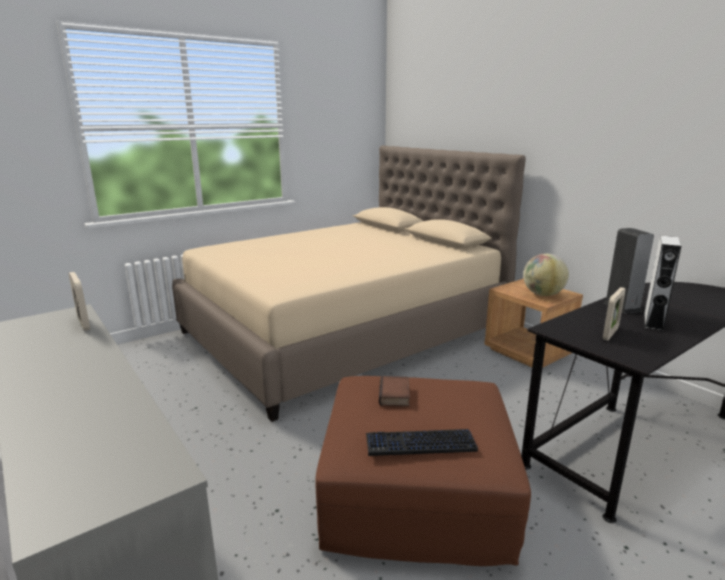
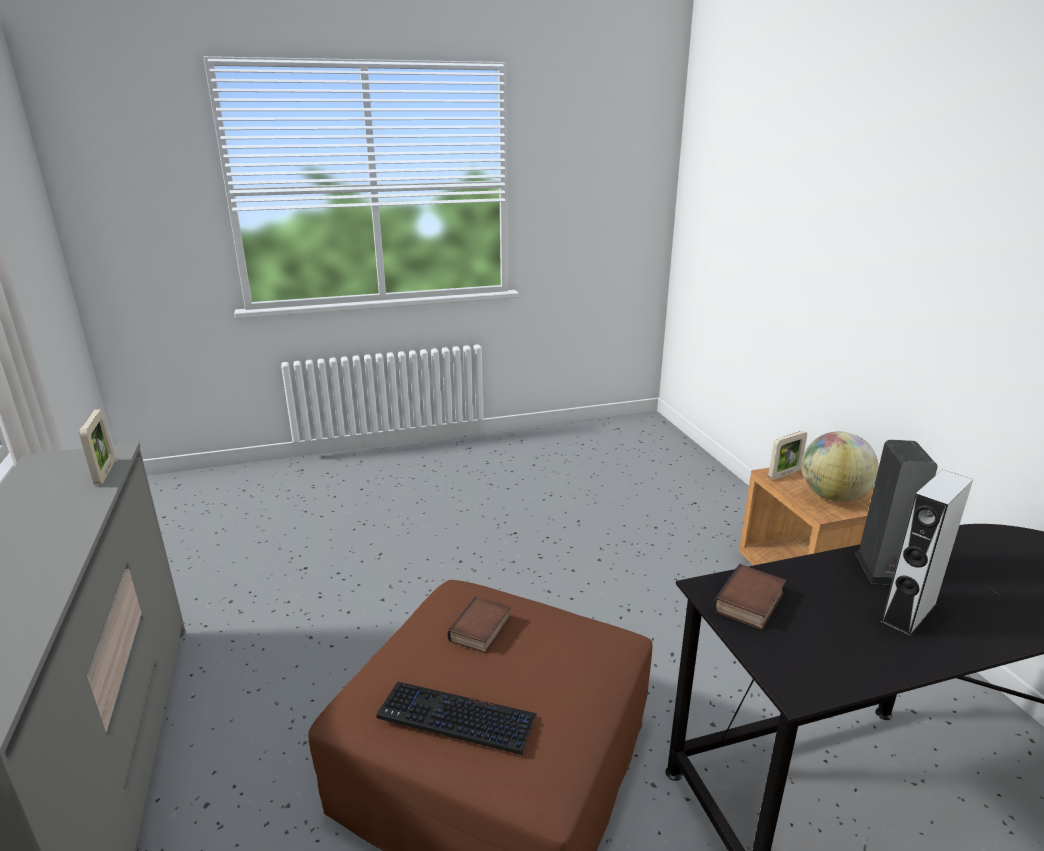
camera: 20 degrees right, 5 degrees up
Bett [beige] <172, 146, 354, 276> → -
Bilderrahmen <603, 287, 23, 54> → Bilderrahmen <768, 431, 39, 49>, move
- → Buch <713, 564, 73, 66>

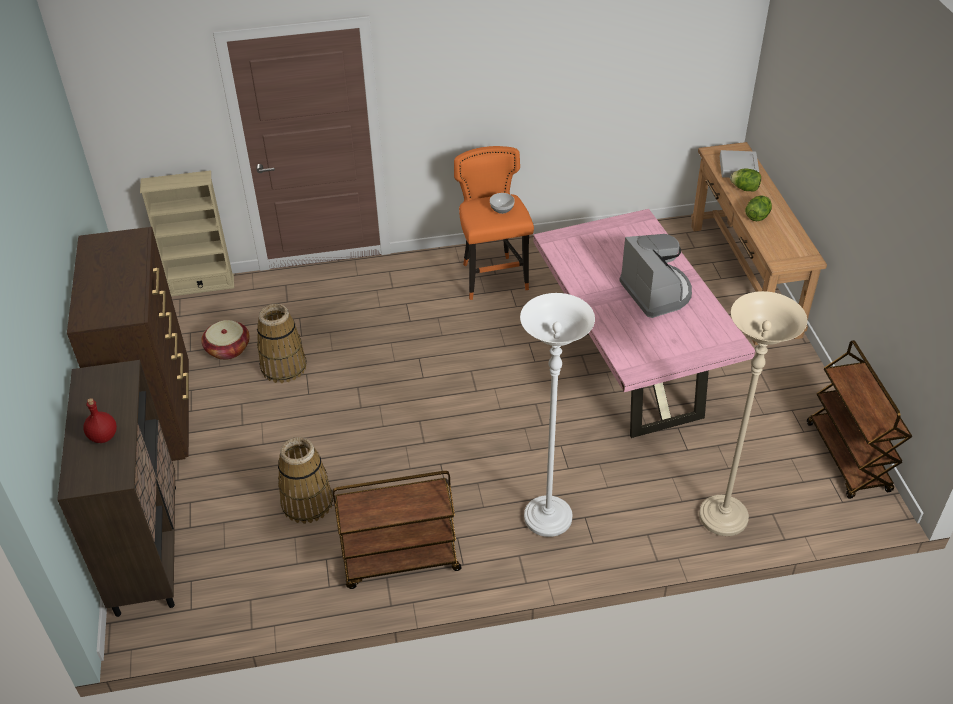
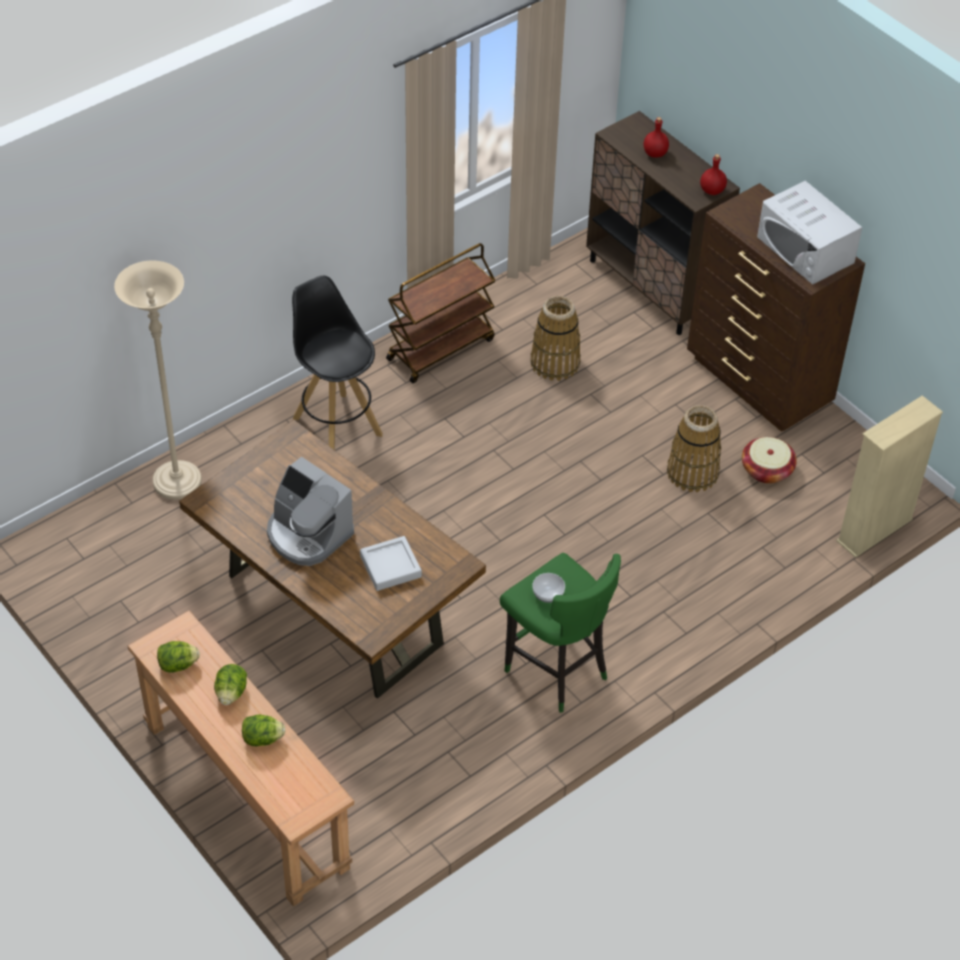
camera: 150 degrees right, 5 degrees up
Hocker [orange] <454, 146, 80, 154> → Hocker [grün] <500, 553, 121, 160>
Tablett [grau] <720, 150, 39, 28> → Tablett [grau] <360, 536, 62, 55>, move
Esstisch [rosa] <533, 209, 222, 229> → Esstisch [braun] <179, 420, 307, 279>
Stehlampe [weiß] <520, 293, 75, 244> → Hocker [schwarz] <292, 276, 91, 174>
Rollwagen [braun] <807, 340, 105, 159> → -
- → Flasche [rot] <700, 154, 27, 41>
- → Mikrowelle [weiß] <757, 181, 105, 104>
- → Salatkopf <157, 641, 43, 32>

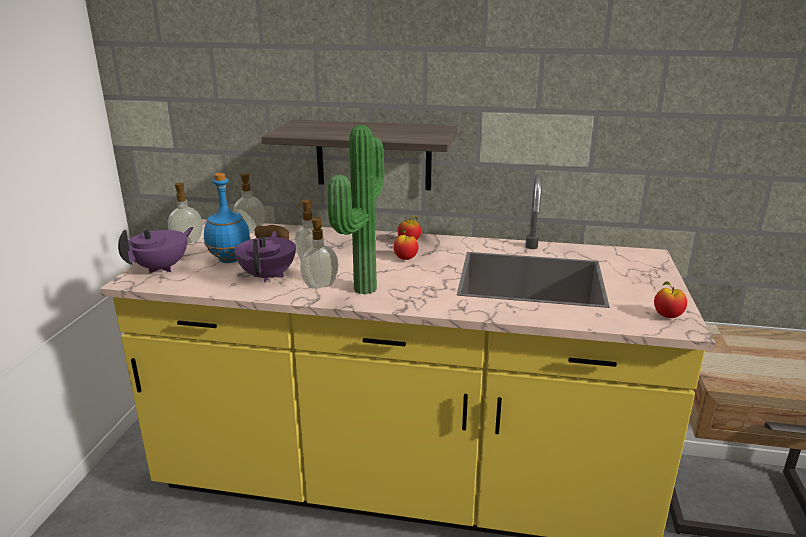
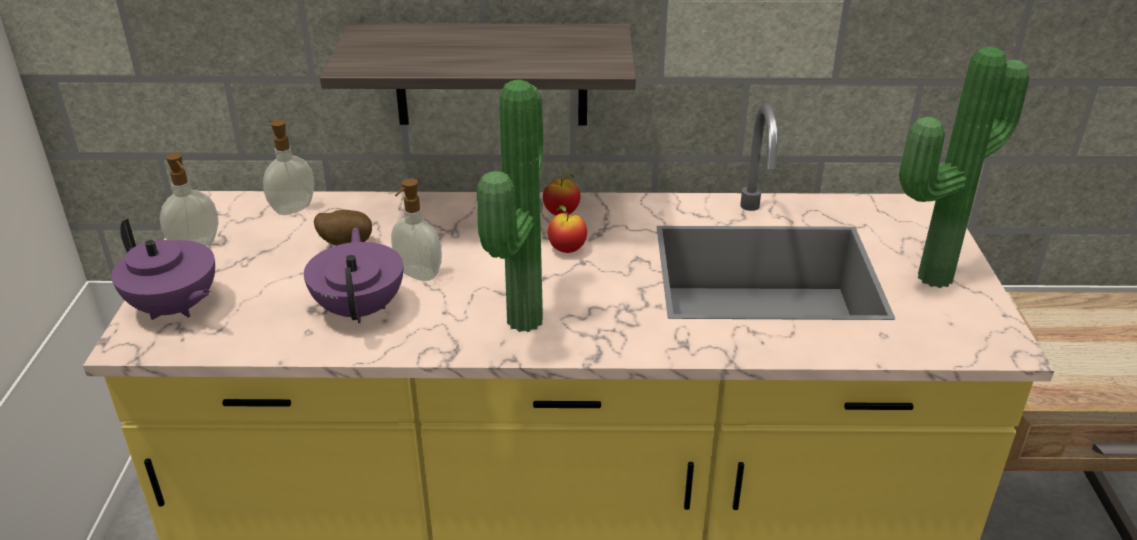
camera: 10 degrees left, 10 degrees up
Flasche [blau] <204, 173, 47, 90> → -
Seifenspender <300, 217, 38, 72> → -
Teekanne [lila] <118, 227, 76, 46> → Teekanne [lila] <111, 219, 104, 101>, 105 degrees clockwise
Apfel <654, 281, 33, 37> → -
- → Topfpflanze <899, 46, 131, 242>

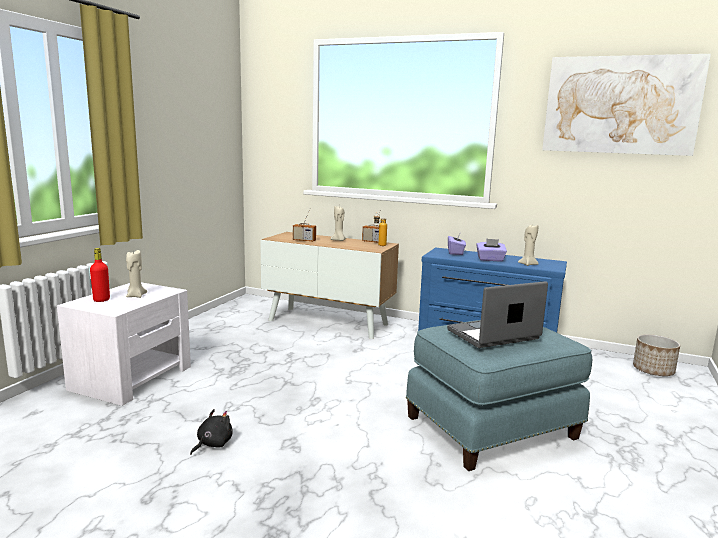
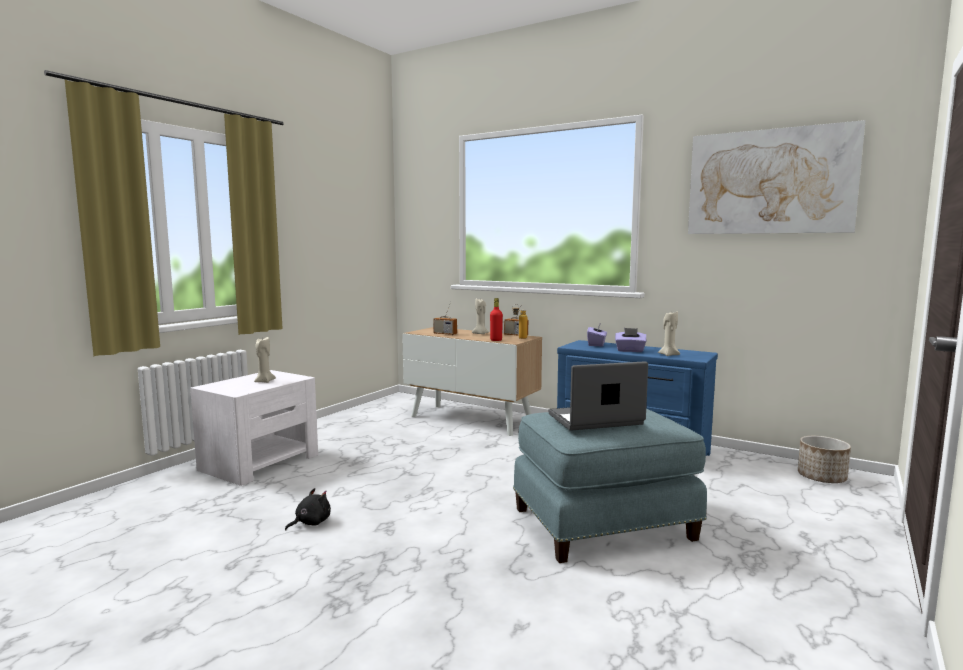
camera: 10 degrees right, 5 degrees down
Flasche [rot] <90, 248, 20, 54> → Flasche [rot] <490, 298, 13, 43>, move

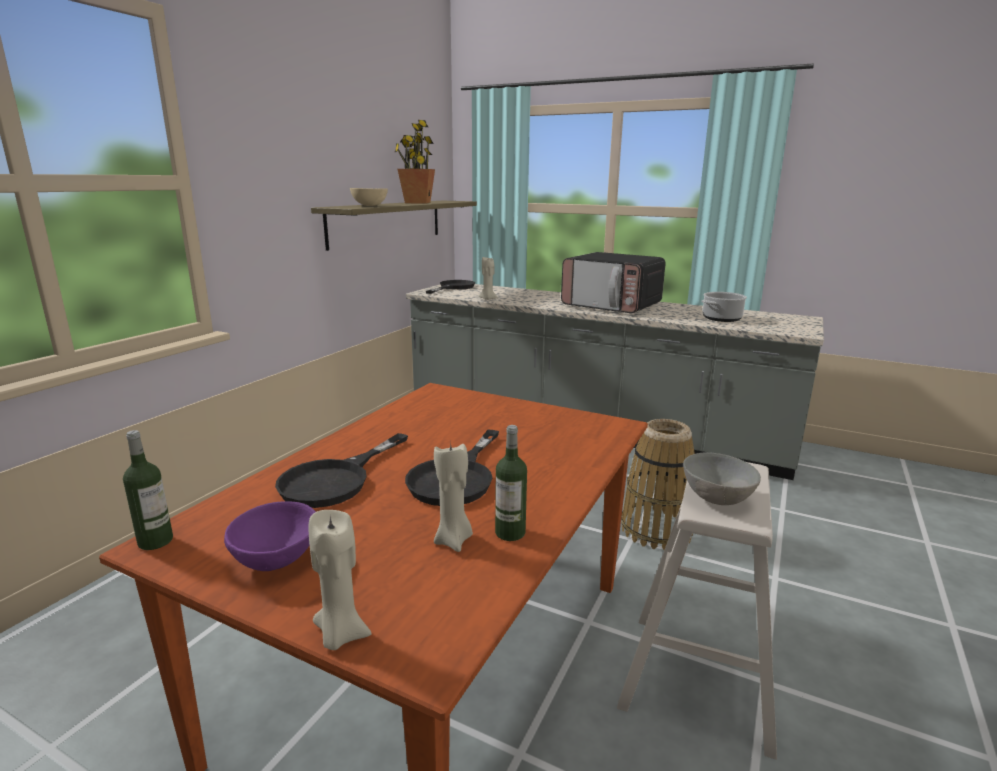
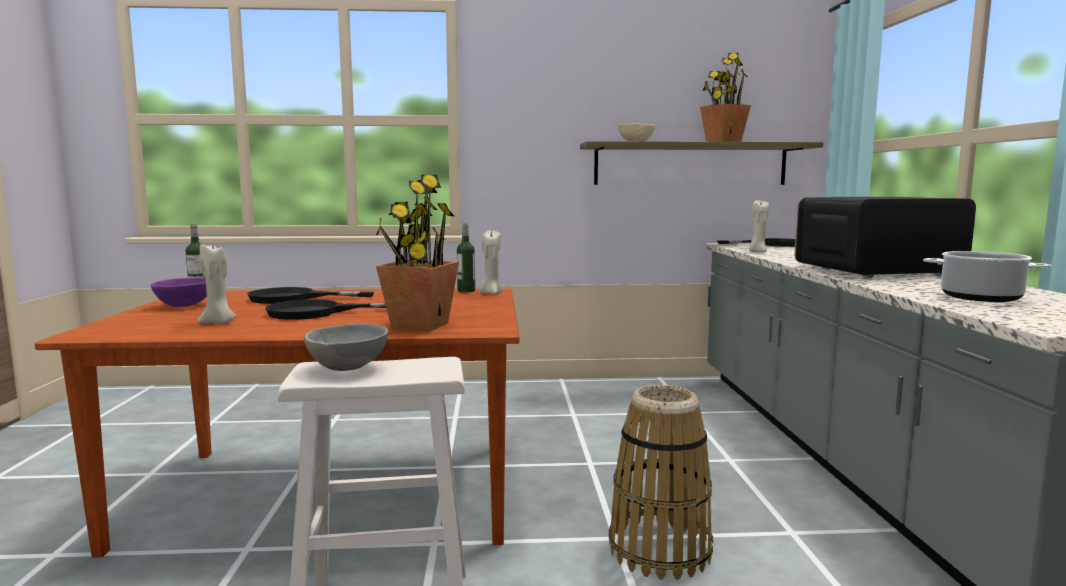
camera: 60 degrees right, 10 degrees down
Mikrowelle <561, 252, 105, 61> → Mikrowelle <795, 197, 181, 81>, 75 degrees clockwise
Flasche <495, 425, 32, 116> → Flasche <457, 223, 18, 70>, move
Kerze [beige] <309, 510, 63, 140> → Kerze [beige] <480, 231, 23, 63>, move
- → Topfpflanze <376, 174, 83, 157>

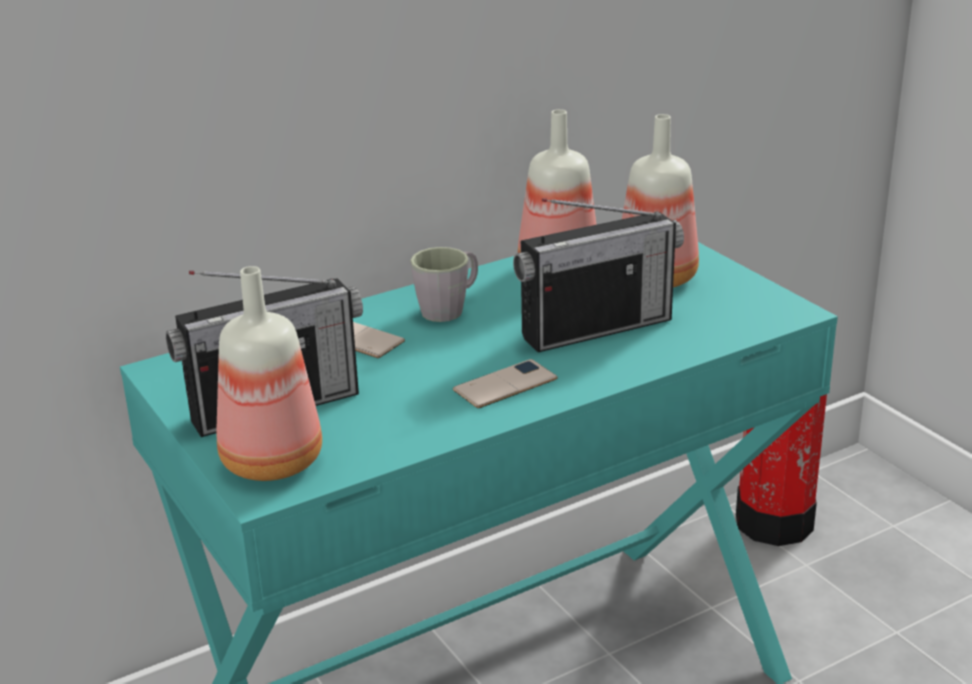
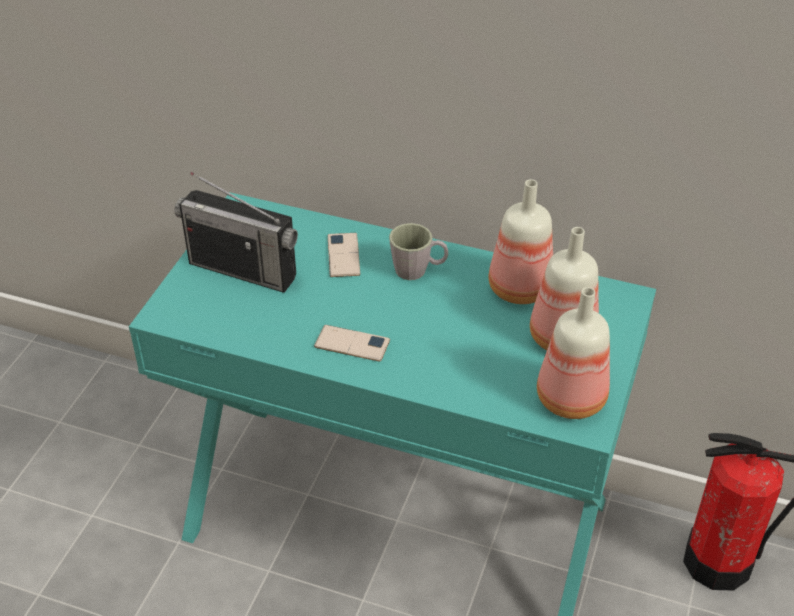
camera: 50 degrees right, 15 degrees up
Radio <513, 198, 171, 154> → -
Flasche <217, 266, 105, 215> → Flasche <537, 287, 73, 132>, move

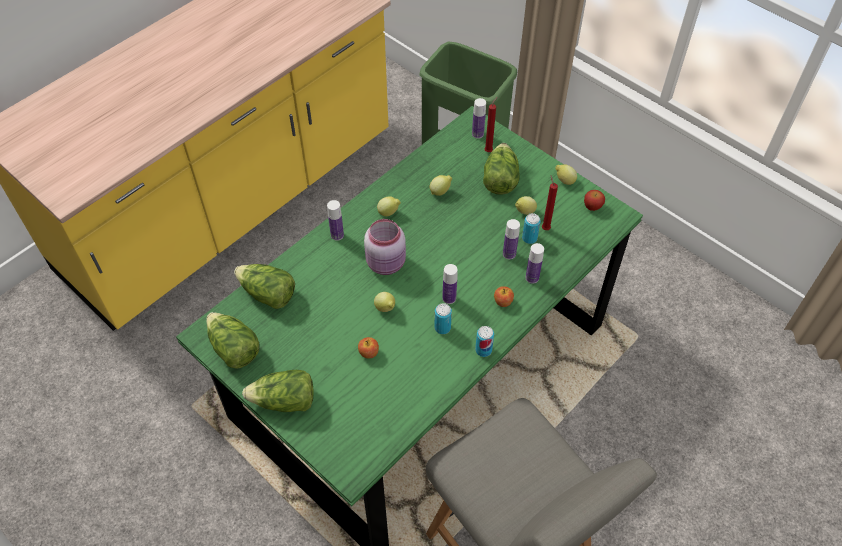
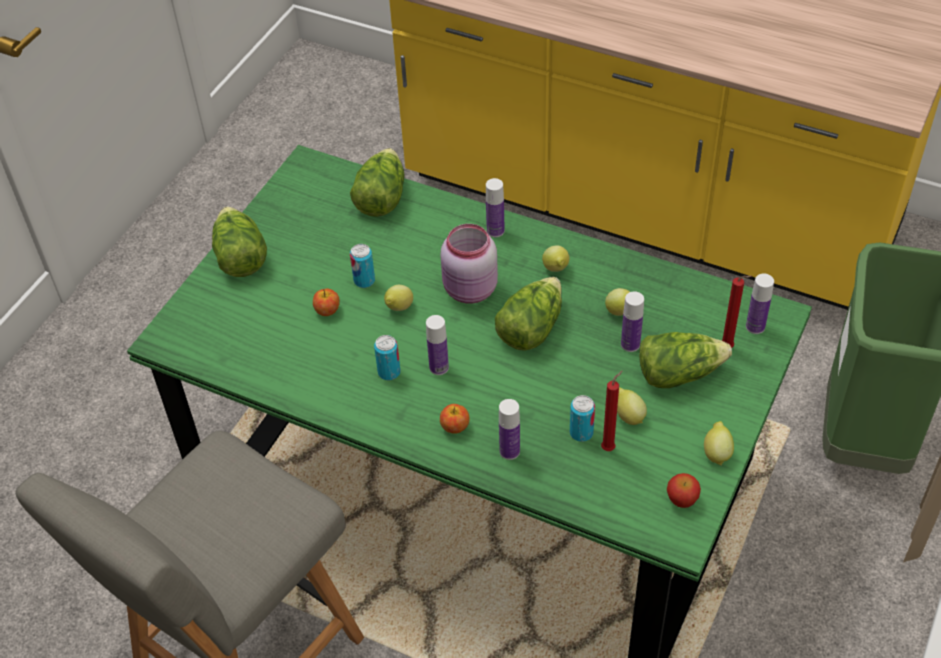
camera: 75 degrees right, 5 degrees down
Flasche <503, 219, 17, 41> → Flasche <621, 291, 23, 61>, move
Salatkopf <207, 312, 53, 57> → Salatkopf <495, 277, 67, 74>, move
Dose <475, 326, 19, 31> → Dose <350, 244, 25, 44>, move

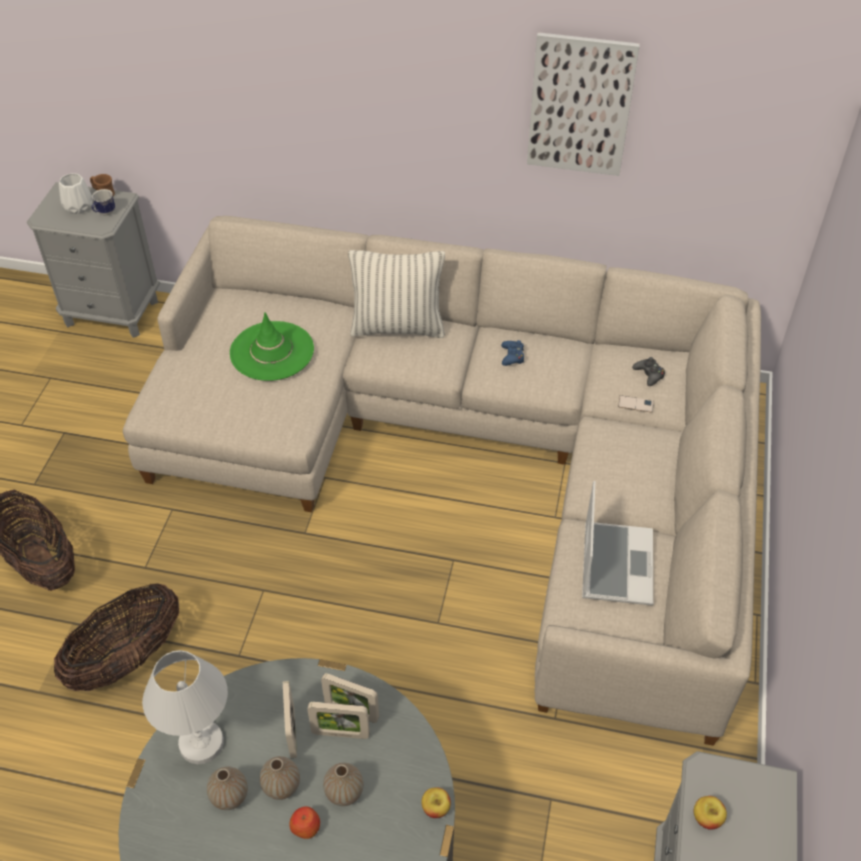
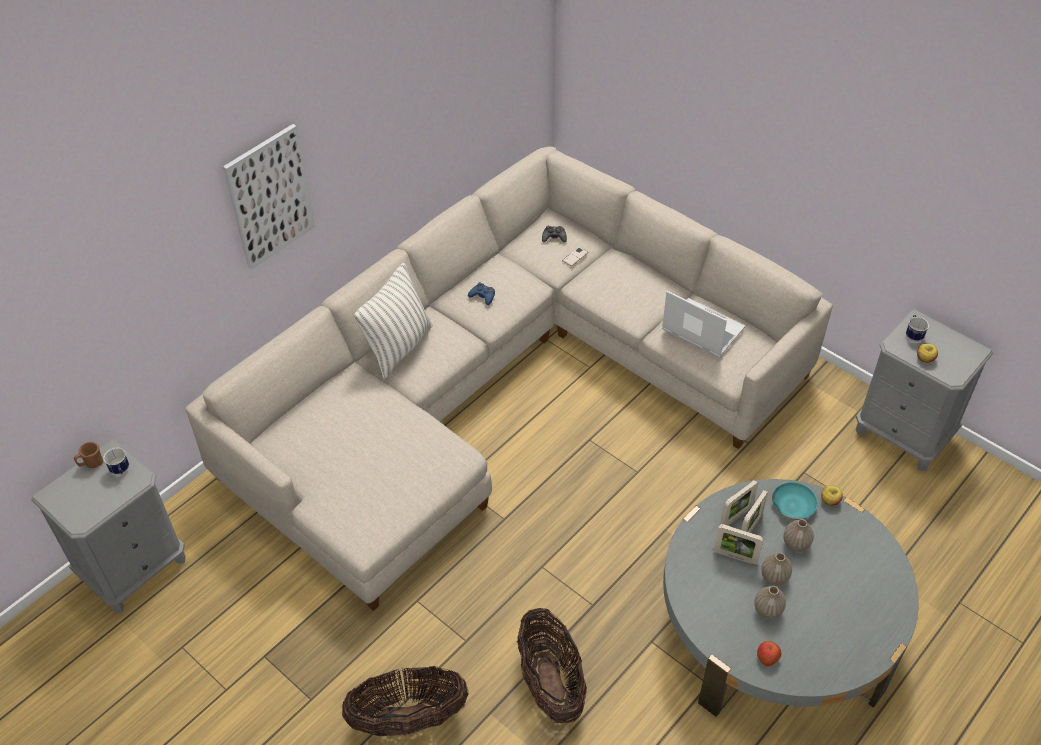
camera: 60 degrees left, 0 degrees up
Bild <527, 32, 113, 144> → Bild <223, 124, 92, 146>, move
Vase [weiß] <59, 173, 34, 41> → -
Hut [grün] <230, 313, 84, 68> → -
Tischlampe [weiß] <142, 650, 86, 114> → -
Apfel <289, 807, 31, 32> → Apfel <757, 641, 24, 25>, move
- → Henkelbecher <906, 315, 23, 27>
- → Schüssel [türkis] <772, 482, 46, 38>

